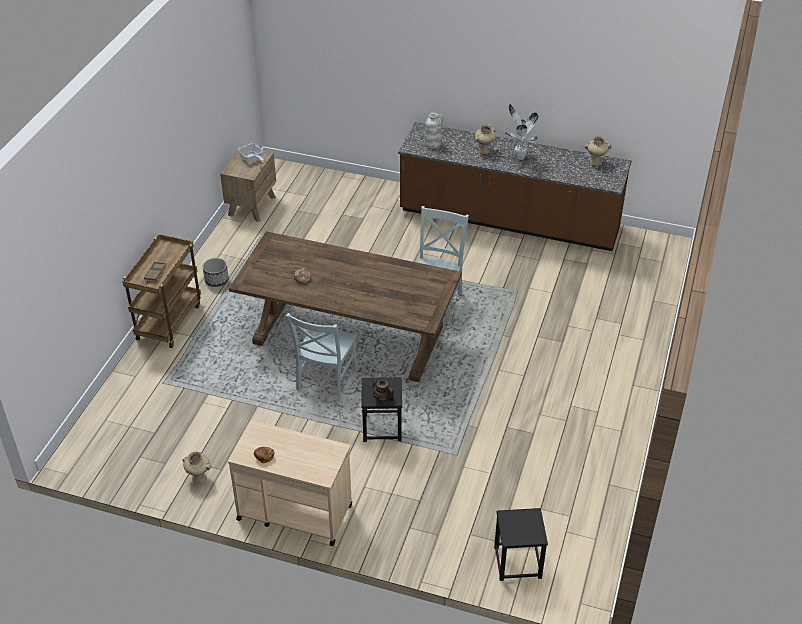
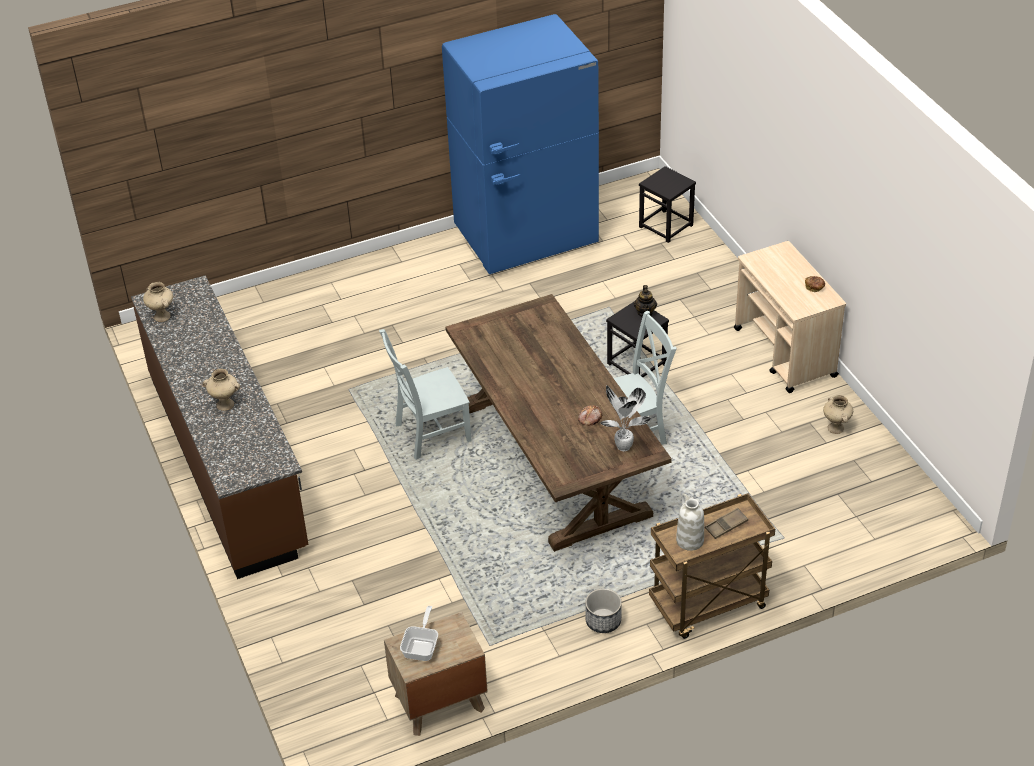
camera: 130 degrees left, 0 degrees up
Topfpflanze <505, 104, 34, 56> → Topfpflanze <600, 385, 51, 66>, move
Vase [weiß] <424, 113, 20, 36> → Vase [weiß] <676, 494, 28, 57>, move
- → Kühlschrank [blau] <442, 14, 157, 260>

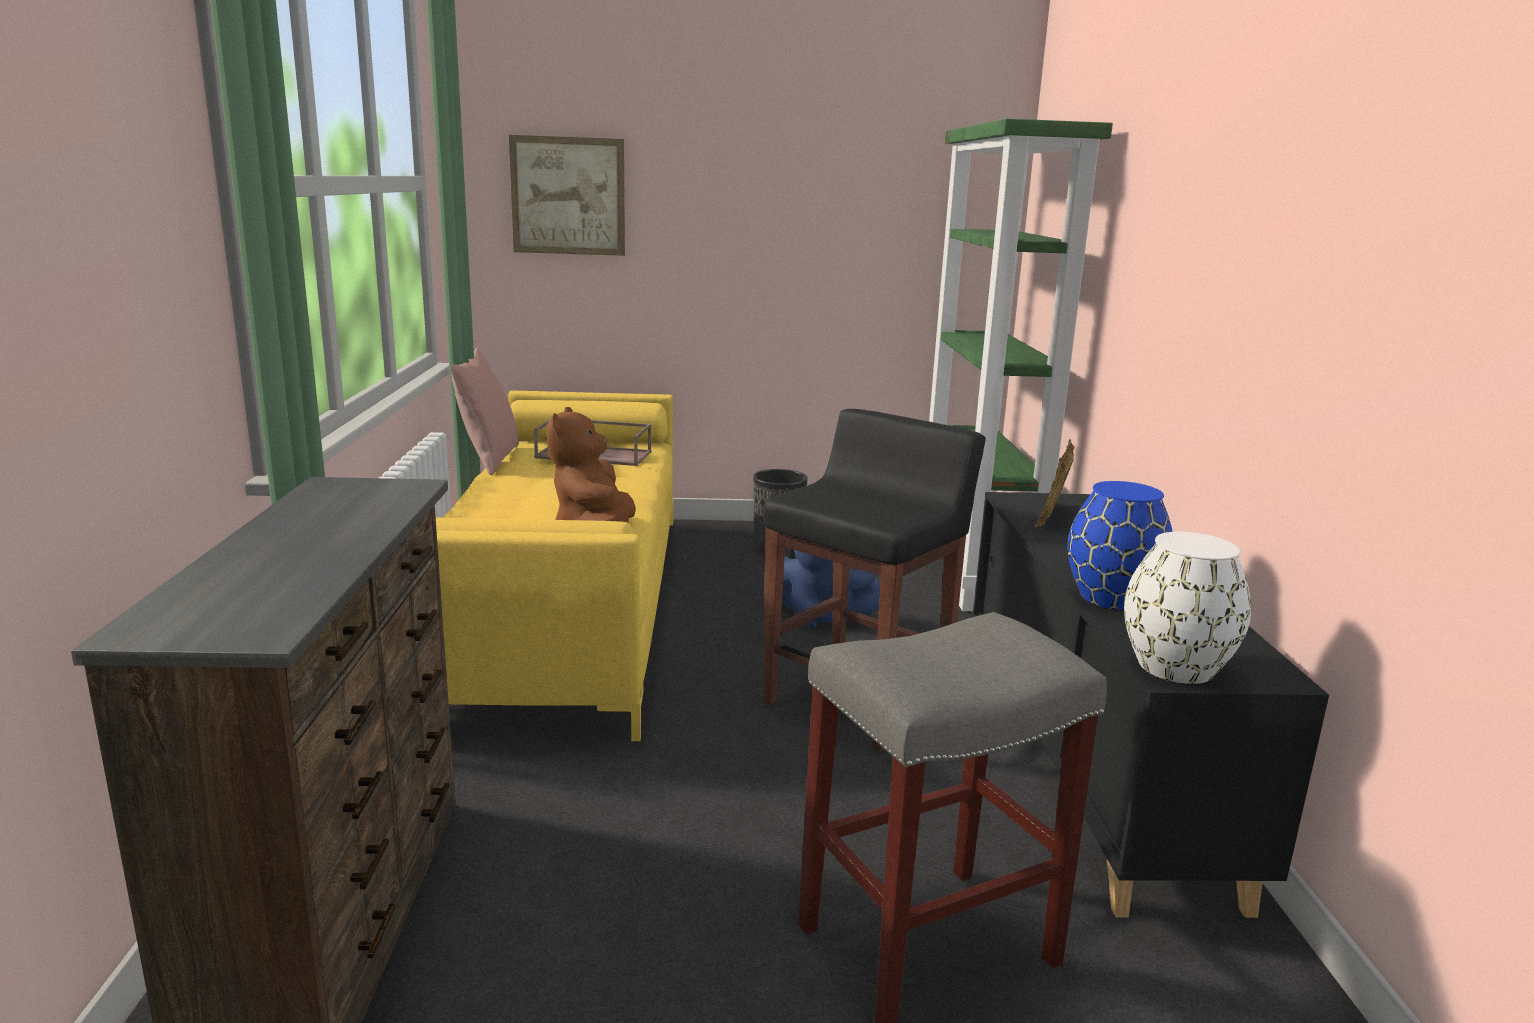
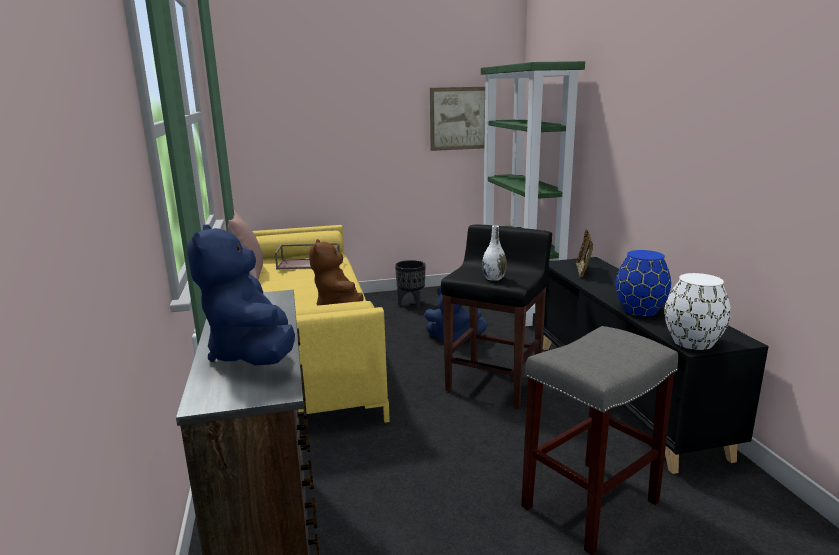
camera: 10 degrees left, 0 degrees up
Bild <509, 135, 116, 121> → Bild <430, 87, 55, 64>, move
- → Plüschtier [blau] <187, 224, 108, 141>
- → Vase [weiß] <482, 225, 25, 56>

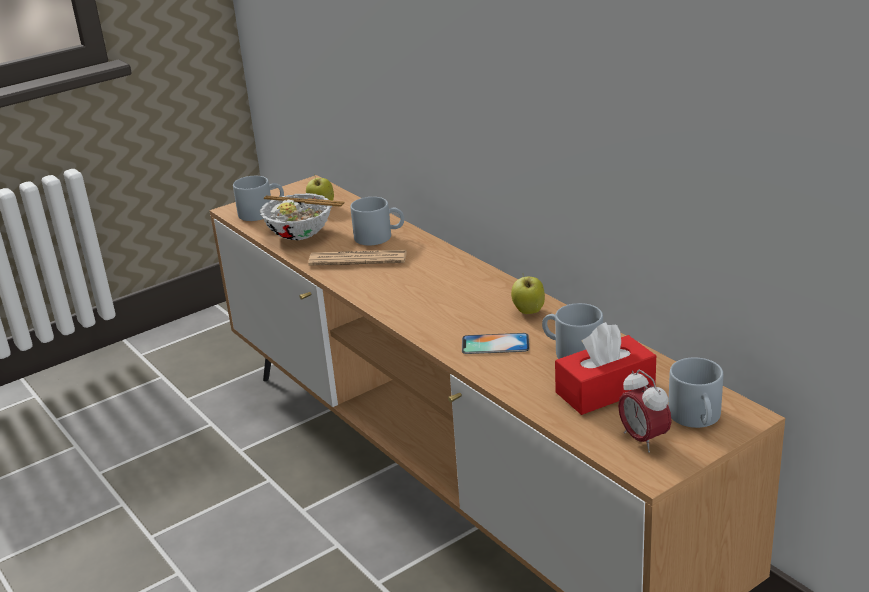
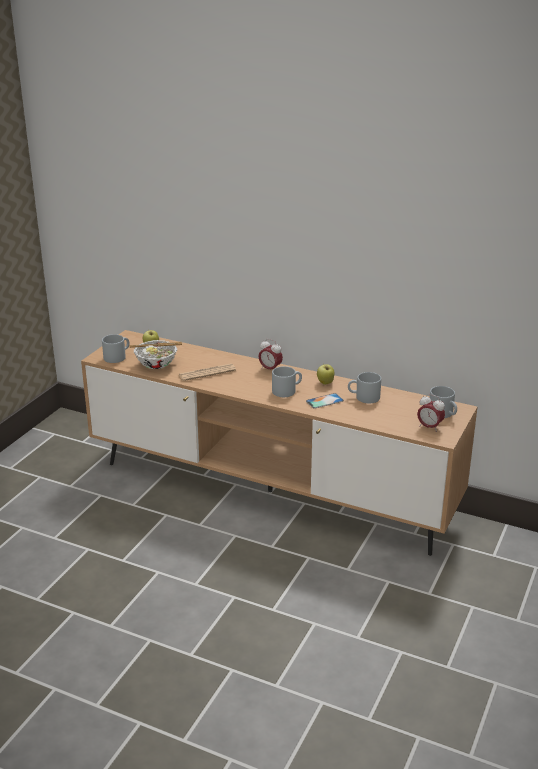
camera: 30 degrees left, 0 degrees up
Henkelbecher [grau] <350, 197, 54, 48> → Henkelbecher [grau] <272, 366, 30, 31>, move
Taschentuchbox [rot] <555, 322, 101, 93> → -
- → Wecker <258, 339, 25, 30>

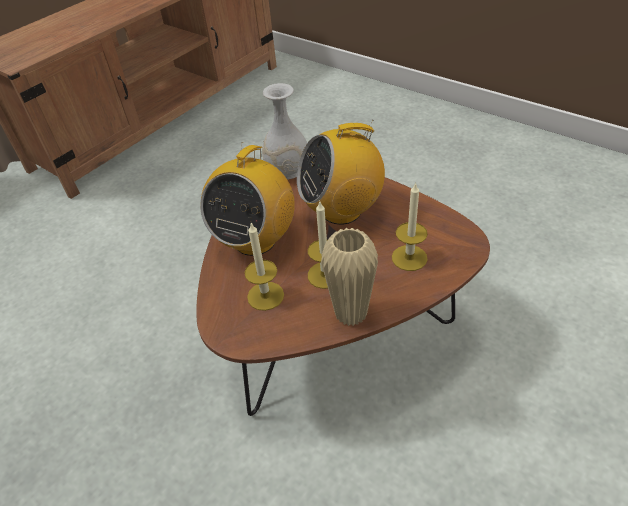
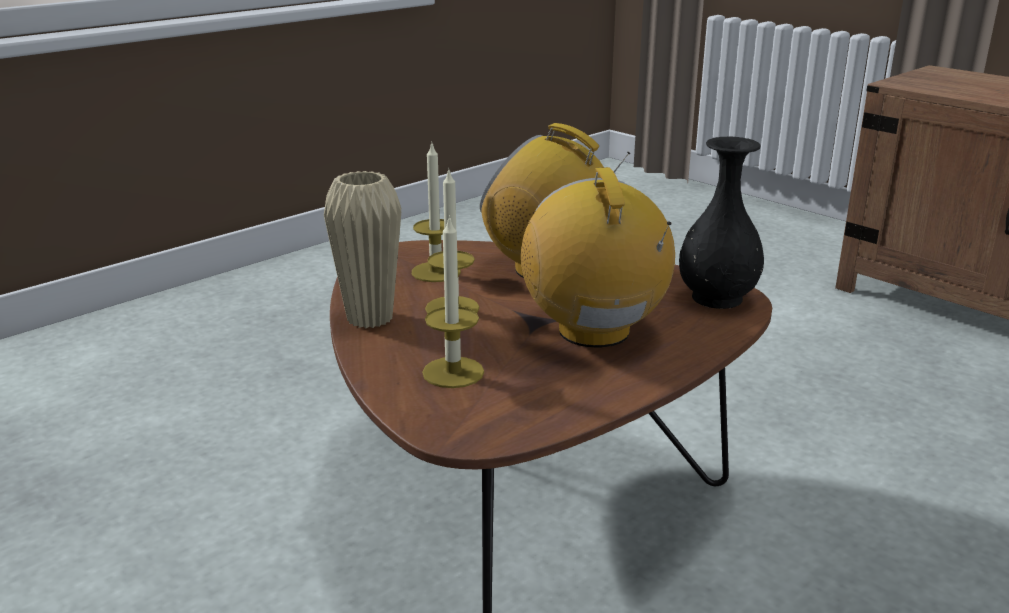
camera: 95 degrees right, 20 degrees down
Vase [weiß] <262, 83, 45, 96> → Vase [schwarz] <679, 137, 85, 172>

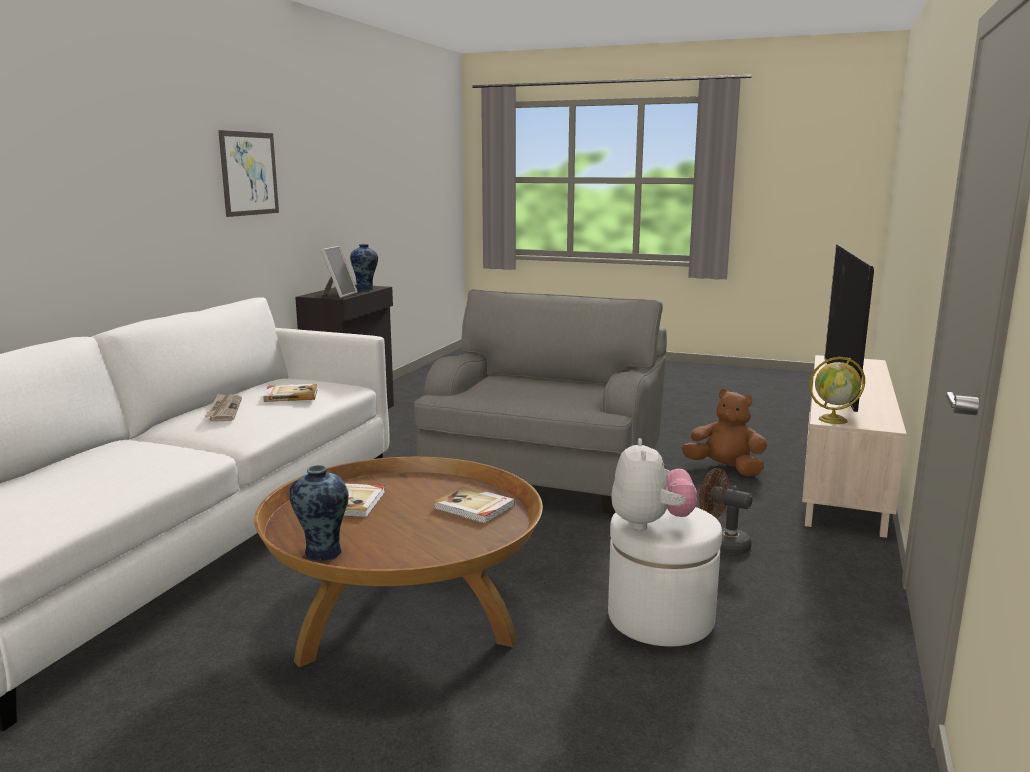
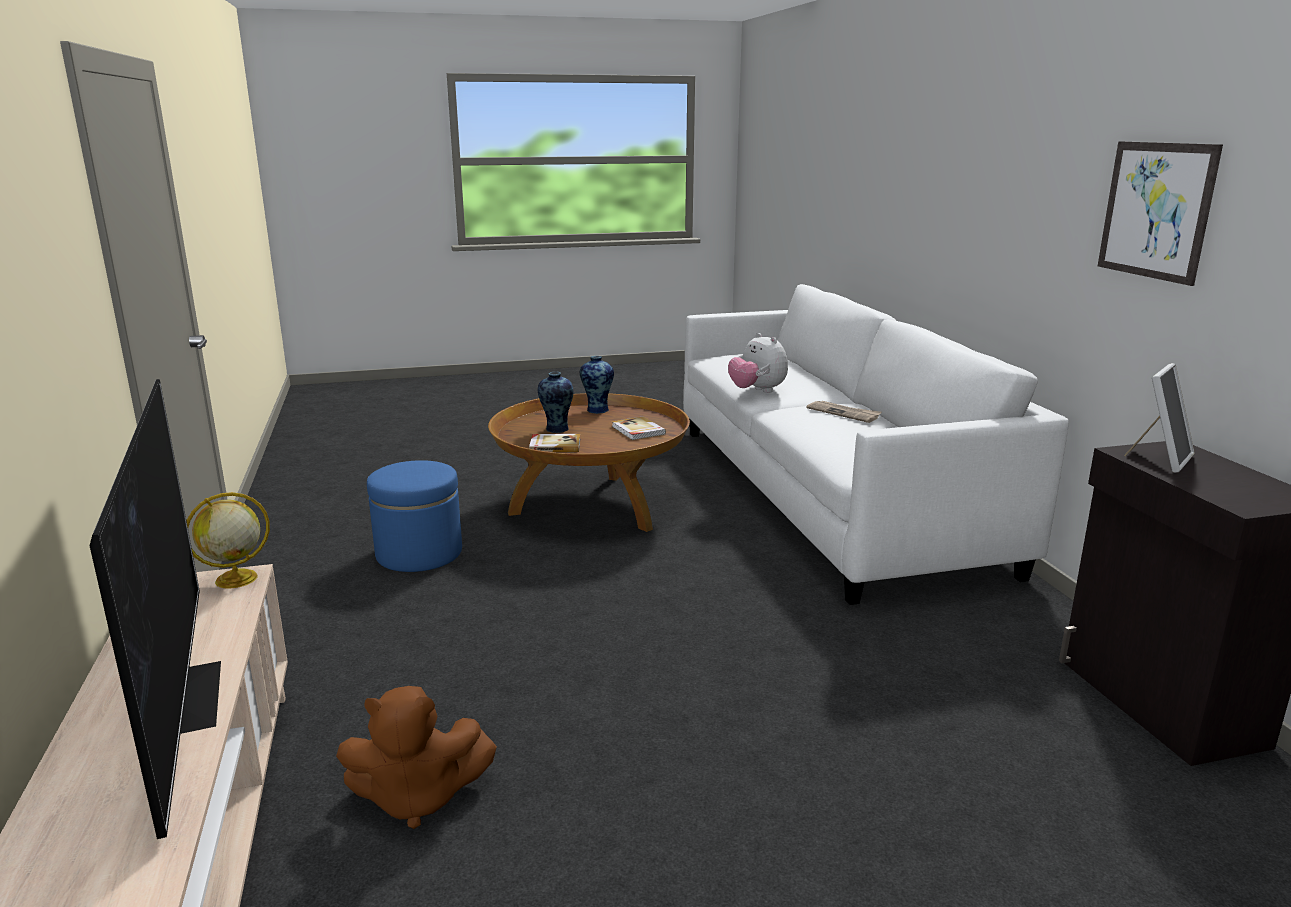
camera: 145 degrees right, 5 degrees up
Vase <350, 244, 28, 47> → Vase <538, 372, 35, 61>, move
Bilderrahmen <321, 246, 37, 52> → Bilderrahmen <1124, 363, 71, 110>, 120 degrees counterclockwise
Sessel [grau] <414, 289, 253, 225> → -
Buch <263, 384, 54, 18> → -
Plüschtier <611, 438, 86, 93> → Plüschtier <728, 333, 60, 60>, move
Ventilator [braun] <699, 468, 54, 87> → -
Polsterhocker [weiß] <608, 507, 114, 140> → Polsterhocker [blau] <367, 460, 95, 112>

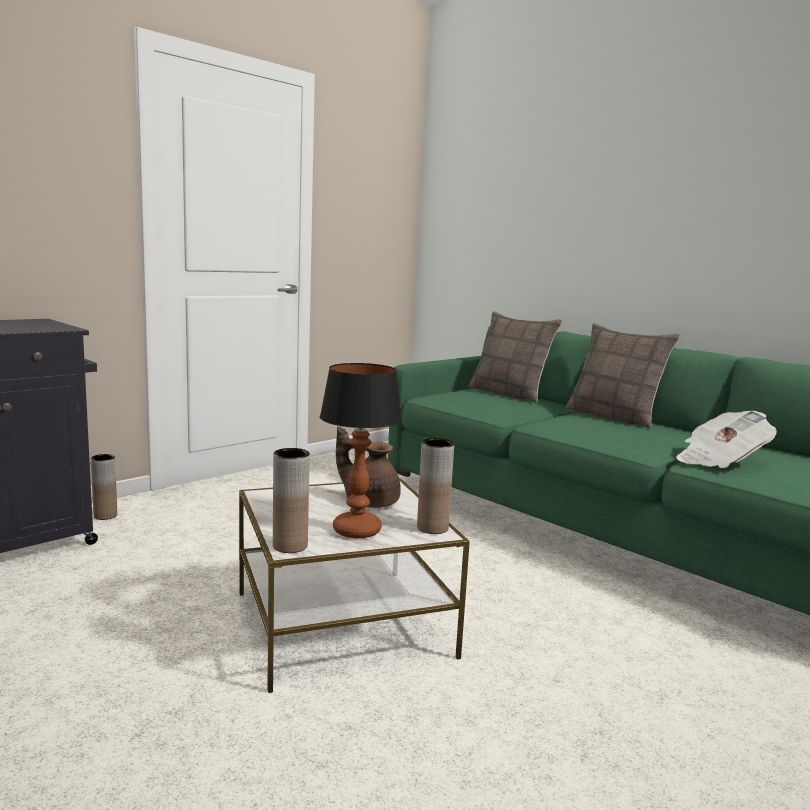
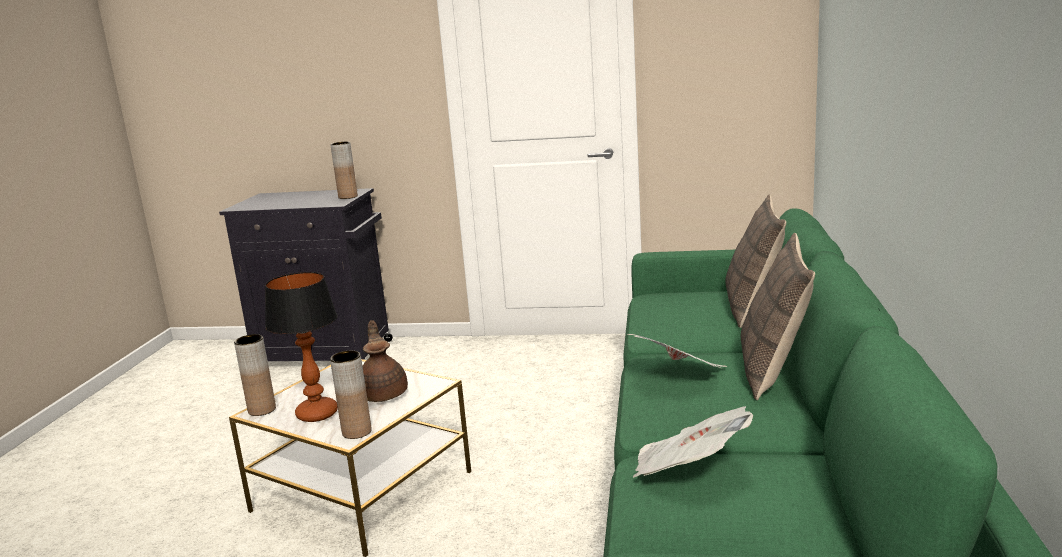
camera: 55 degrees right, 5 degrees up
Vase [braun] <91, 454, 26, 66> → Vase [braun] <330, 141, 28, 58>, move
- → Zeitung <627, 334, 100, 34>

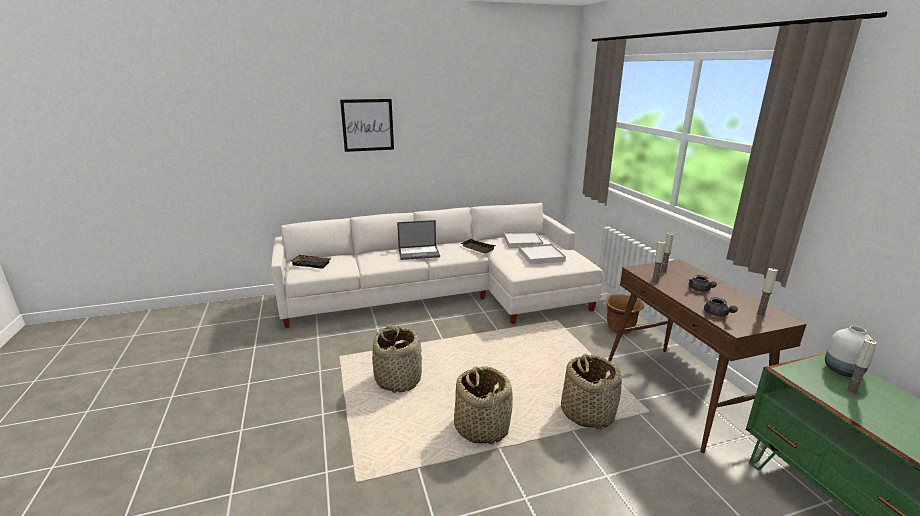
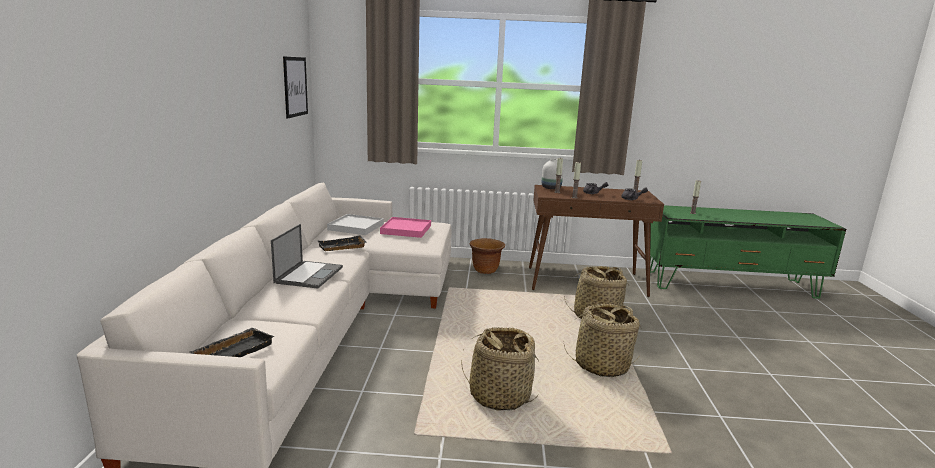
camera: 70 degrees left, 5 degrees down
Bild <340, 99, 54, 53> → Bild <283, 56, 25, 62>, move
Tablett [weiß] <519, 244, 47, 20> → Tablett [rosa] <380, 217, 51, 21>
Vase [weiß] <825, 326, 50, 51> → Vase [weiß] <542, 159, 21, 30>, move

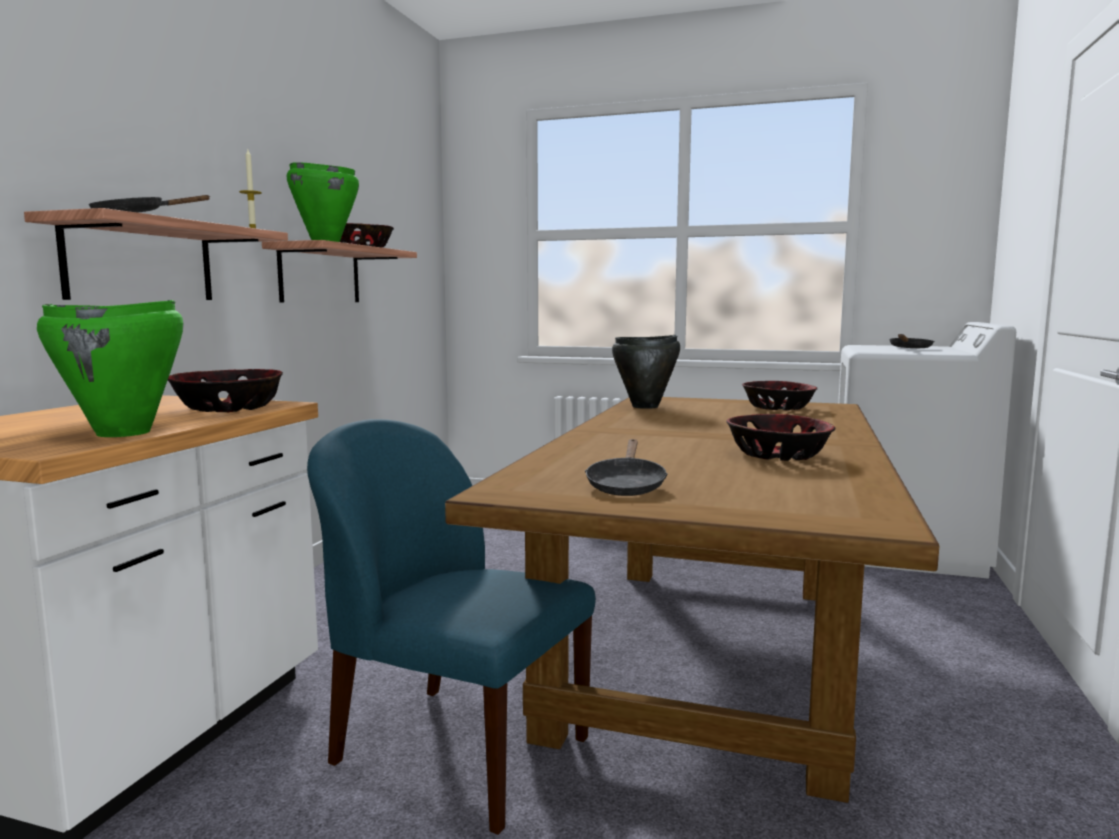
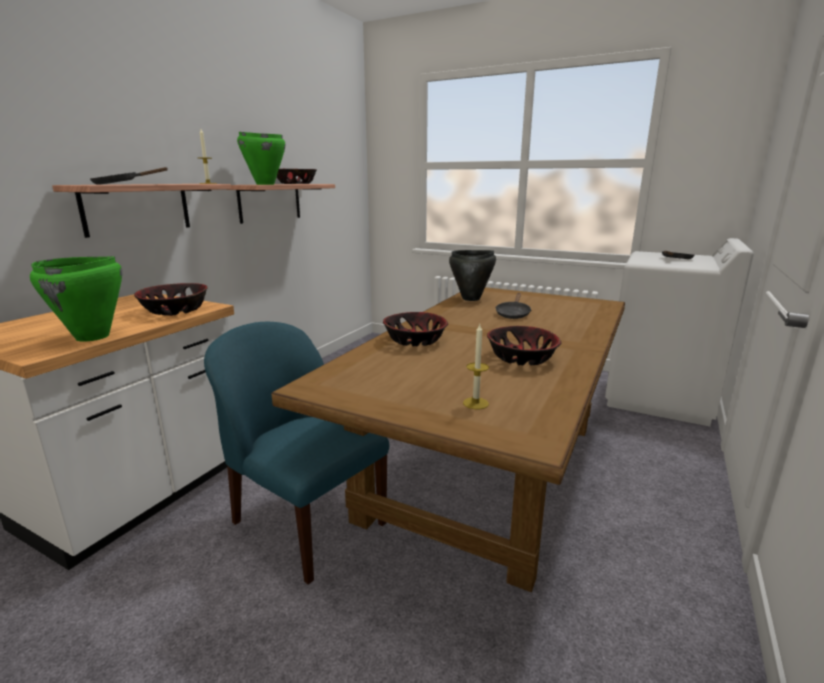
camera: 10 degrees right, 10 degrees up
Schüssel <742, 381, 75, 29> → Schüssel <383, 312, 65, 34>, move
Pfanne [schwarz] <585, 439, 83, 57> → Pfanne [schwarz] <495, 293, 36, 26>, move
- → Kerze <463, 324, 26, 85>

